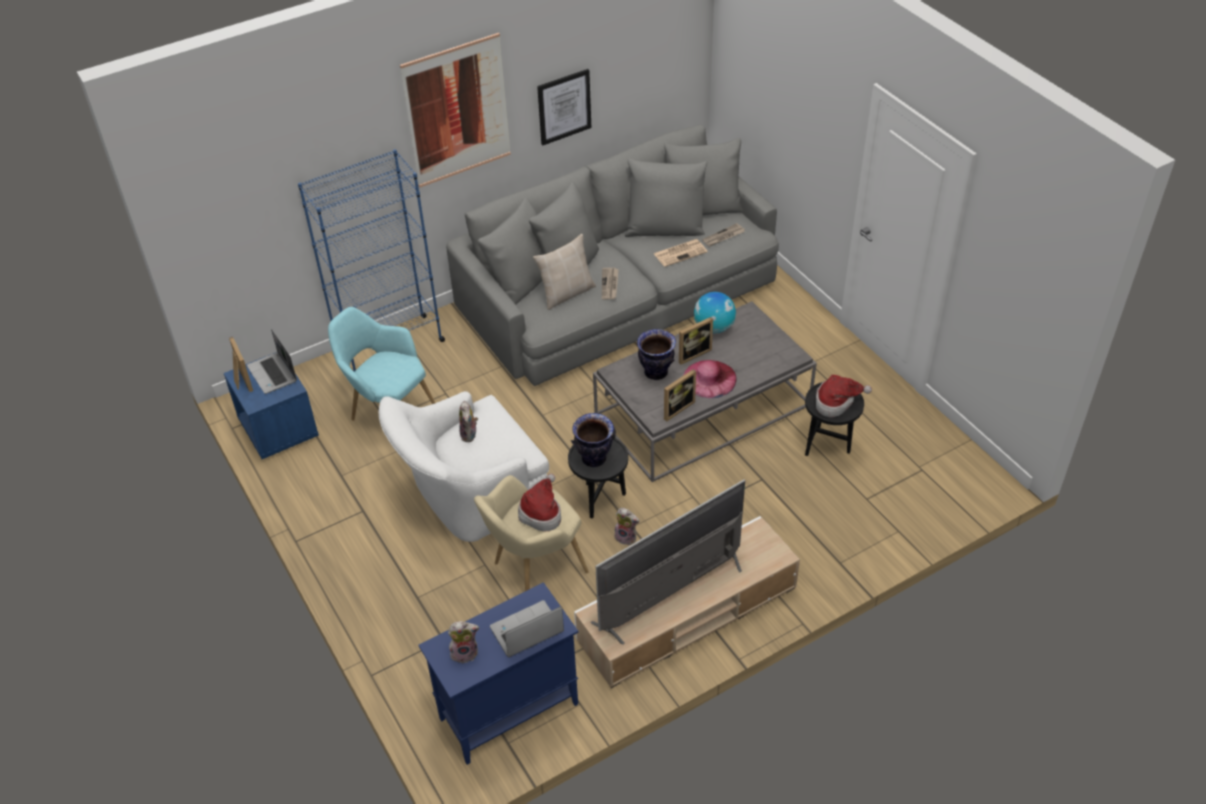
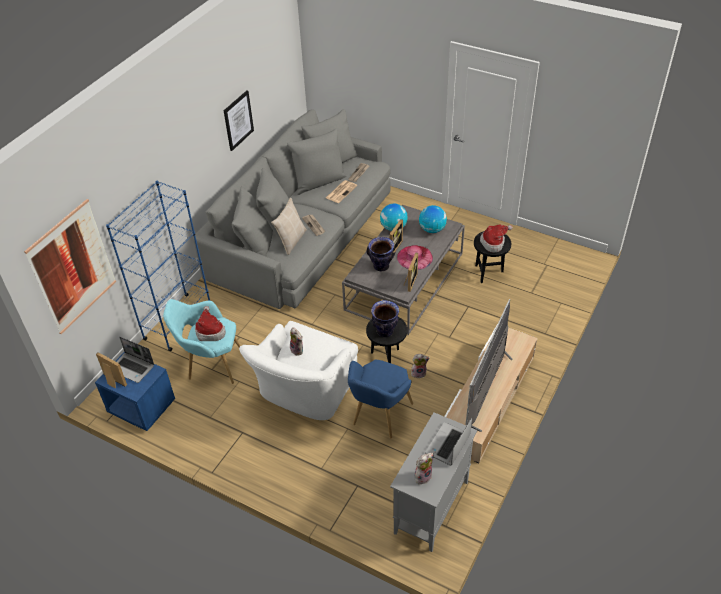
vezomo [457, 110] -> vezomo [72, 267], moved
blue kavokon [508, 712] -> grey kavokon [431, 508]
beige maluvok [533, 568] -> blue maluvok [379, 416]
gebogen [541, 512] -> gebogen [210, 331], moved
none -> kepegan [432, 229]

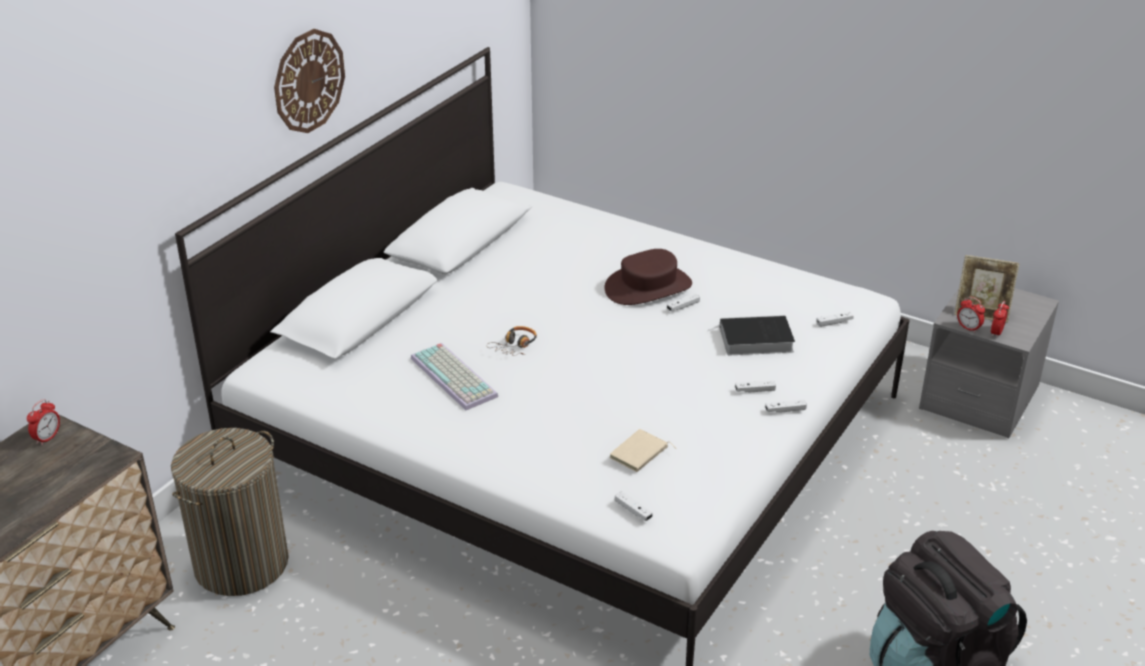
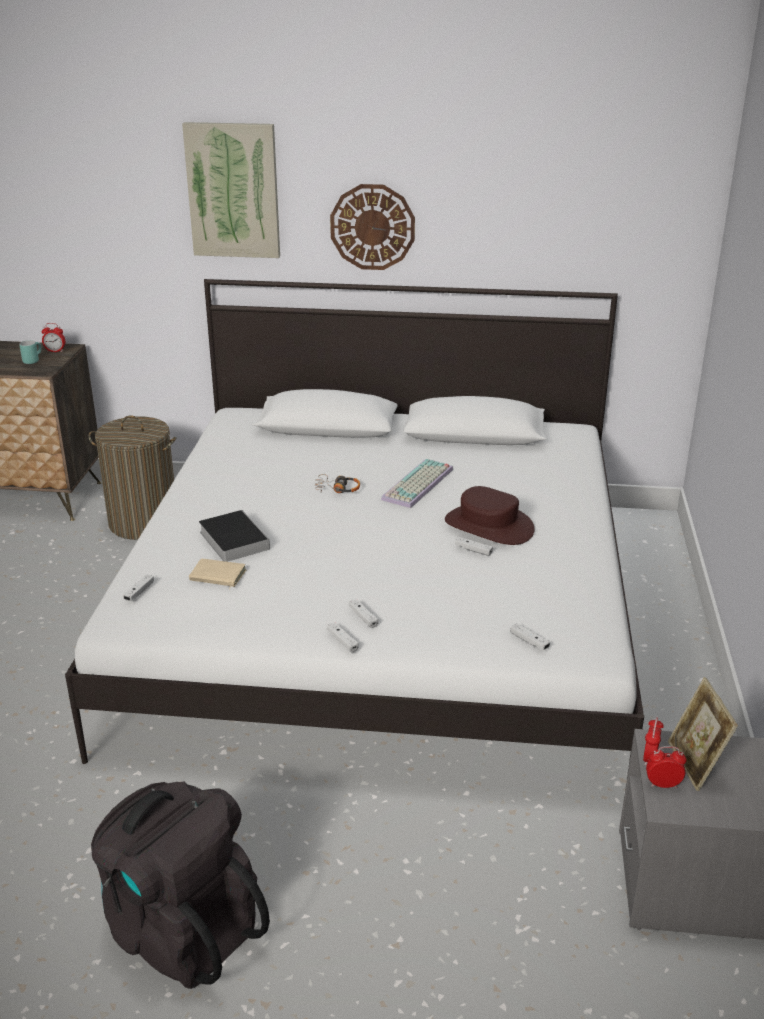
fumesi [456, 377] -> fumesi [419, 485], moved
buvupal [753, 340] -> buvupal [232, 539], moved
none -> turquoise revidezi [32, 360]
none -> vezomo [233, 190]

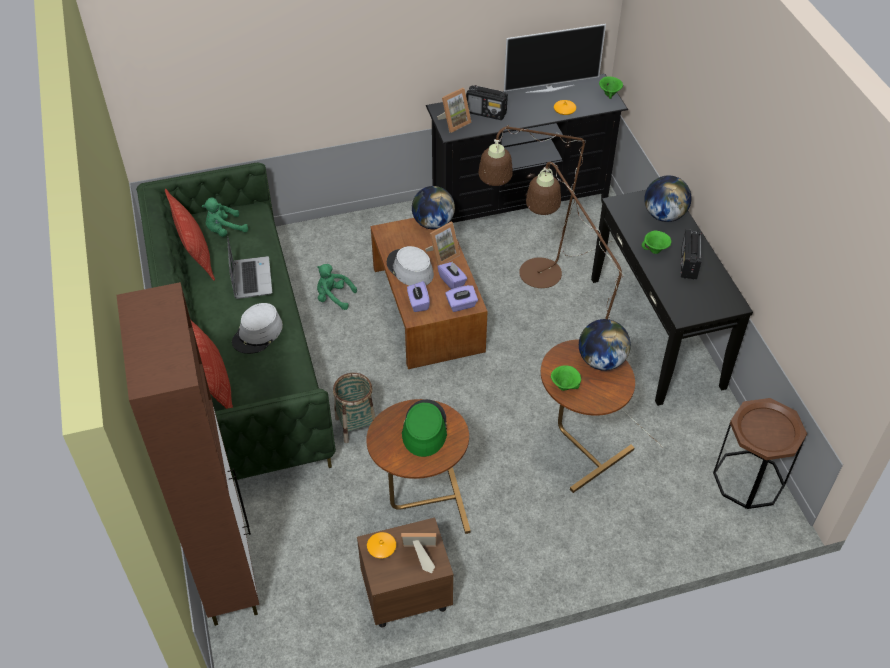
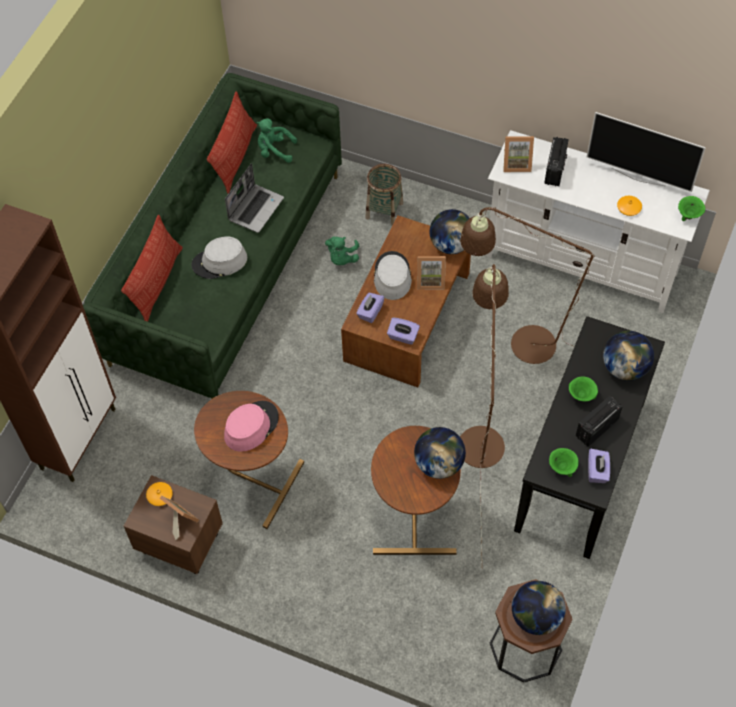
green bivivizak [333, 297] -> green bivivizak [342, 258], 135 degrees counterclockwise
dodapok [356, 425] -> dodapok [384, 210], moved
green gebogen [424, 429] -> pink gebogen [251, 426]
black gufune [520, 202] -> white gufune [582, 263]
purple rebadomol [452, 281] -> purple rebadomol [597, 471], moved
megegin [486, 113] -> megegin [555, 169], 135 degrees counterclockwise
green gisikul [563, 386] -> green gisikul [561, 467], moved
none -> kepegan [535, 617]

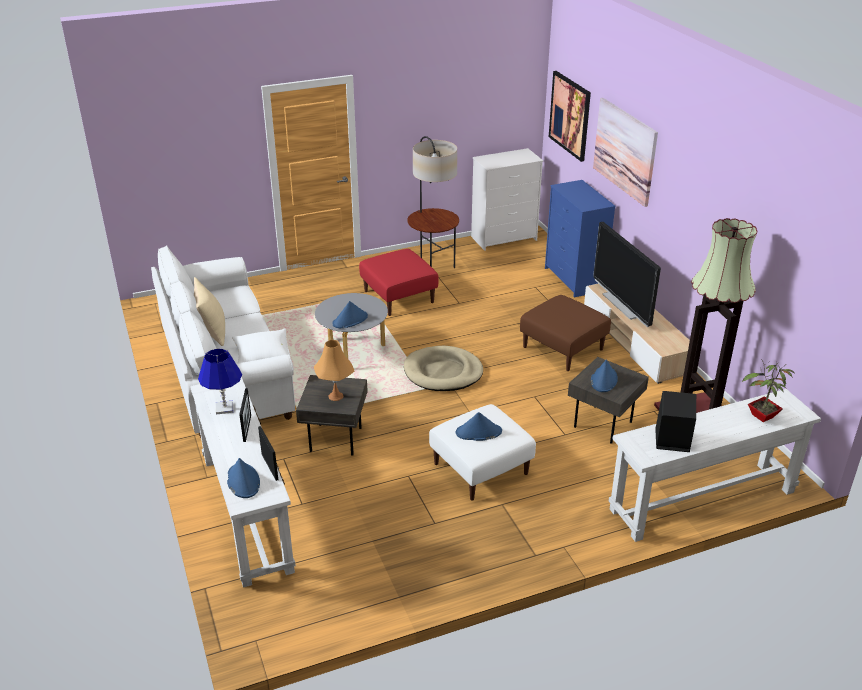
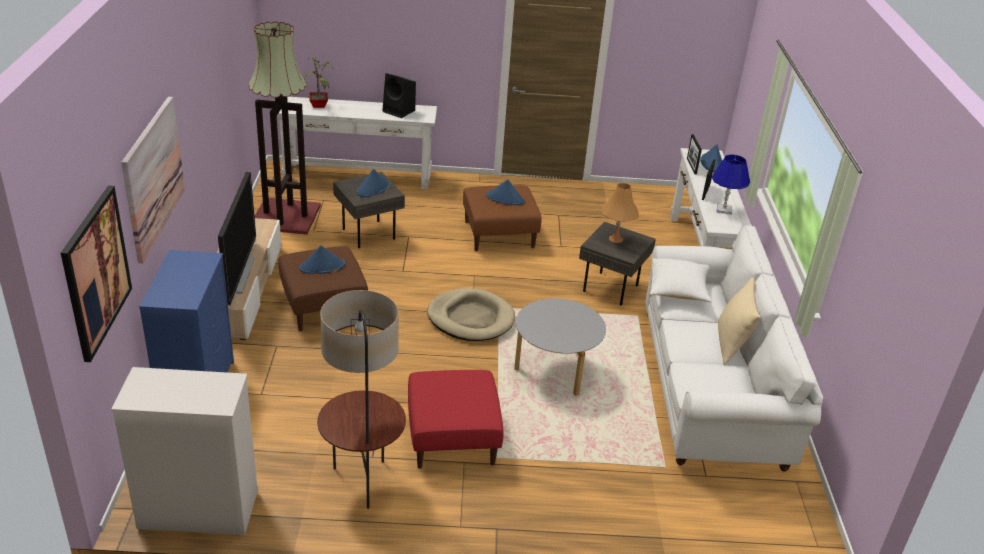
blue gebogen [350, 320] -> blue gebogen [322, 266], moved
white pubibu [481, 468] -> brown pubibu [498, 234]

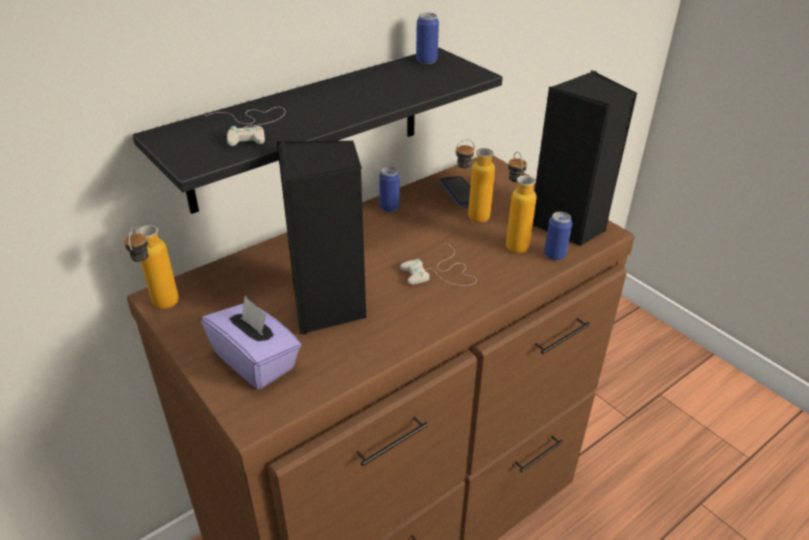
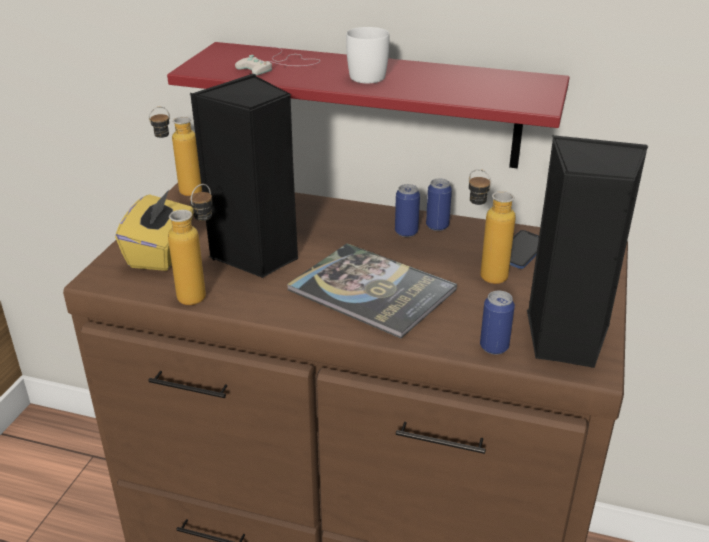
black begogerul [307, 129] -> red begogerul [381, 105]
purple rebadomol [256, 361] -> yellow rebadomol [161, 253]
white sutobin [441, 273] -> buvupal [371, 290]
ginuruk [426, 61] -> ginuruk [406, 232], moved
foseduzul [513, 241] -> foseduzul [200, 293], moved
none -> white revidezi [366, 74]

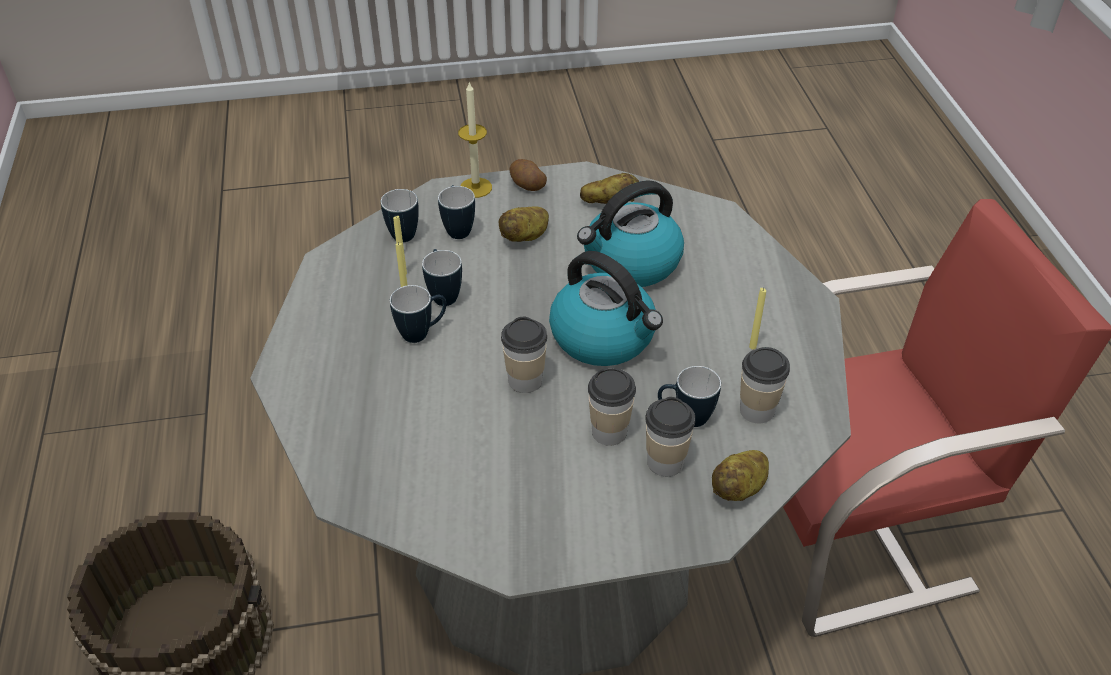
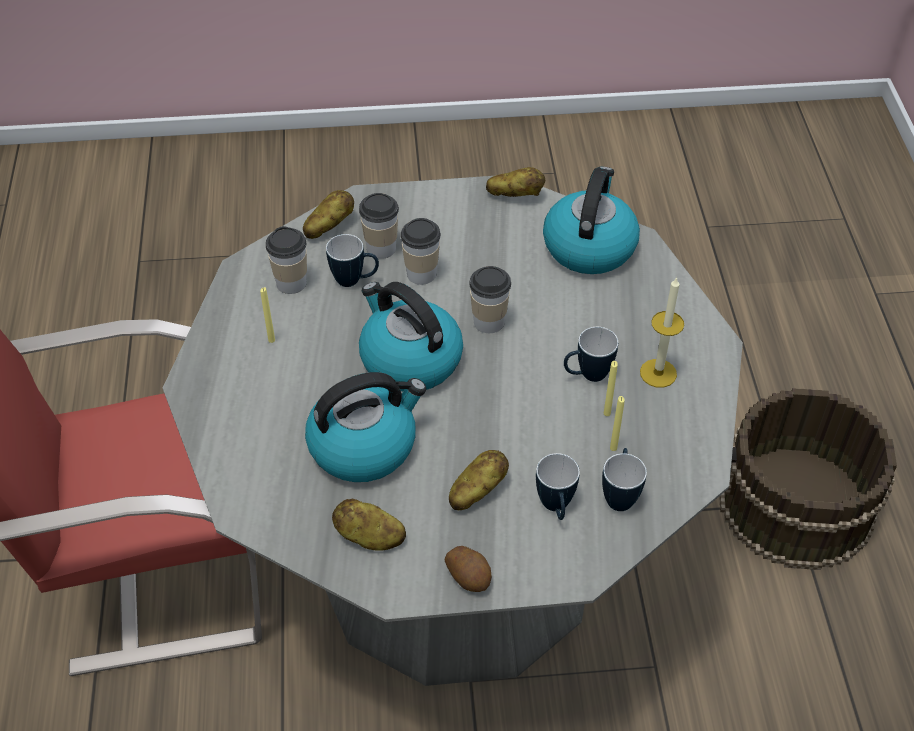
revidezi [443, 294] -> none
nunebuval [476, 187] -> nunebuval [658, 373], moved
none -> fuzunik [515, 195]
none -> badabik [589, 246]

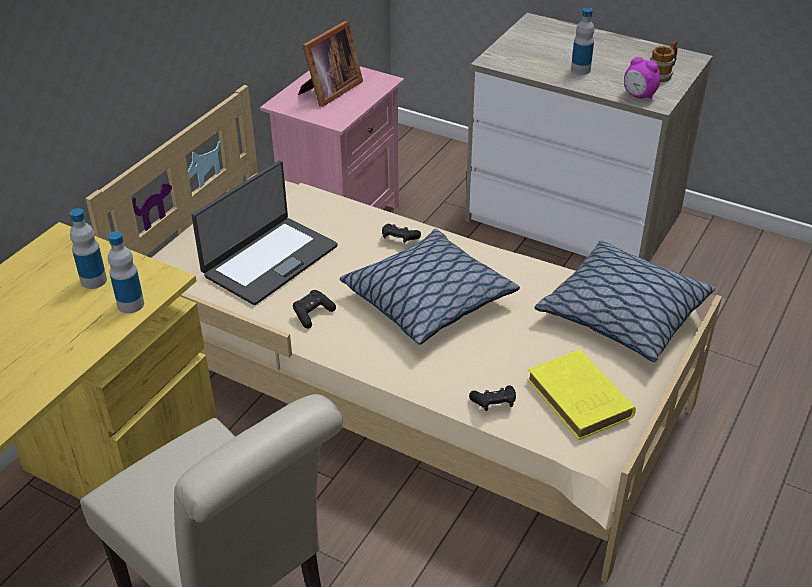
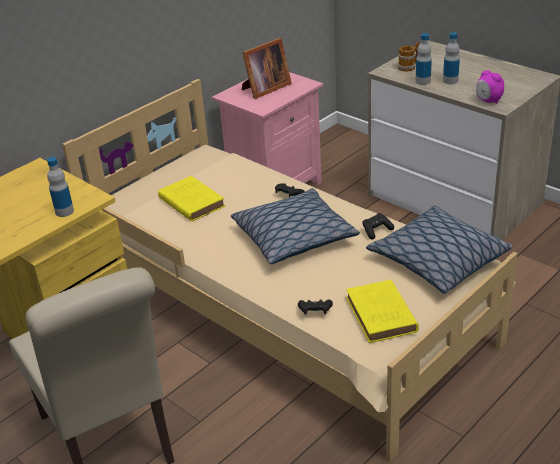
foseduzul [93, 280] -> foseduzul [423, 81], moved
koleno [269, 260] -> yellow buvupal [190, 201]
black sutobin [313, 314] -> black sutobin [376, 231], moved
revidezi [662, 74] -> revidezi [409, 67], moved

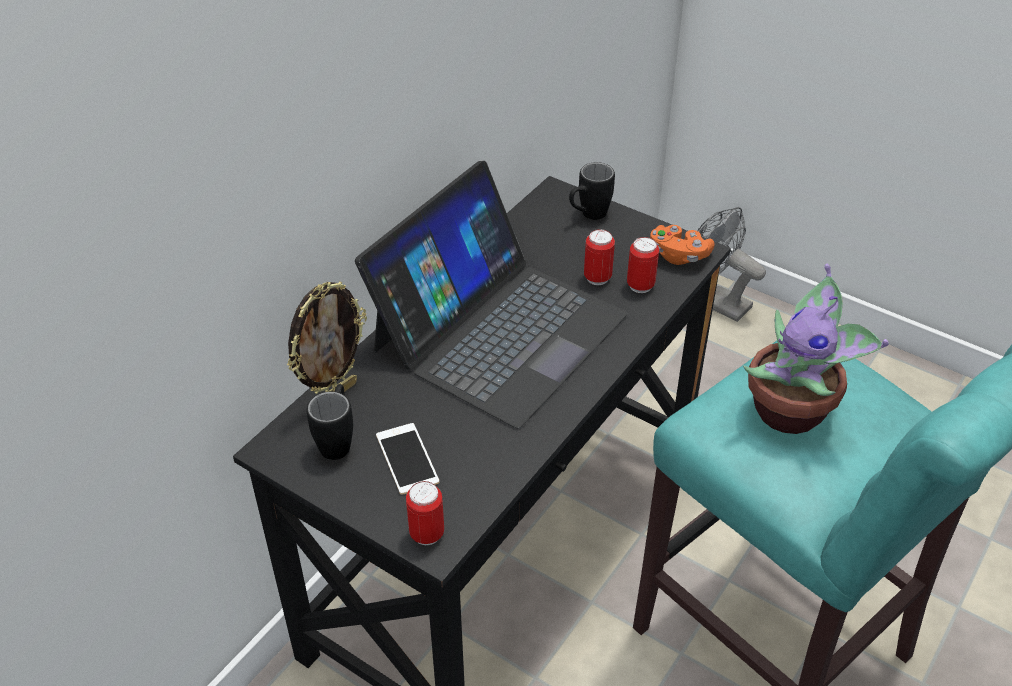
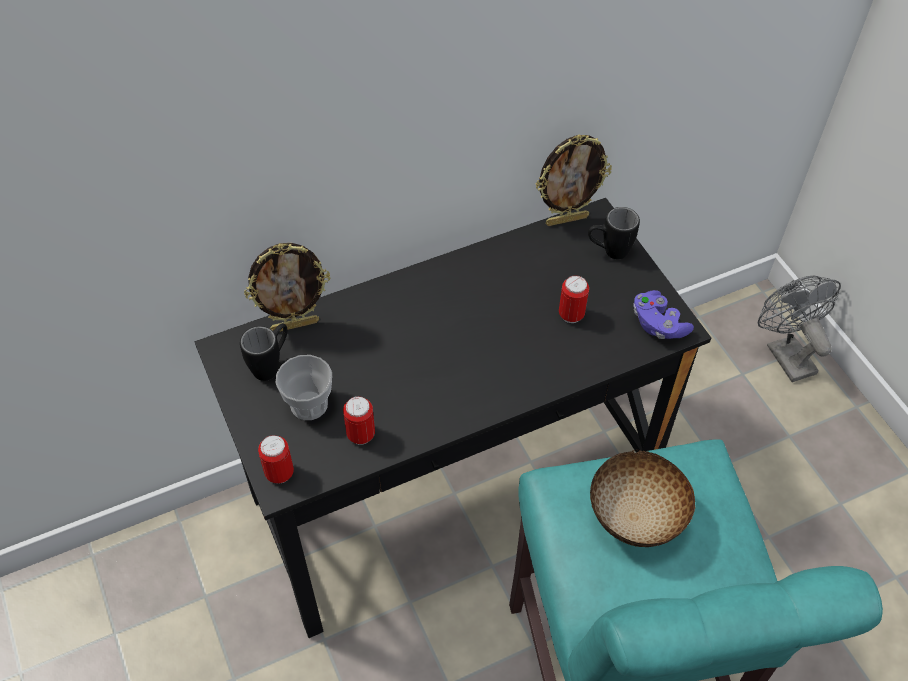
koleno [498, 330] -> none
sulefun [407, 458] -> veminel [309, 404]
ginuruk [640, 286] -> ginuruk [361, 435], moved
orange sutobin [678, 255] -> purple sutobin [658, 324]
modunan [793, 411] -> gisikul [637, 518]
none -> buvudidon [566, 219]

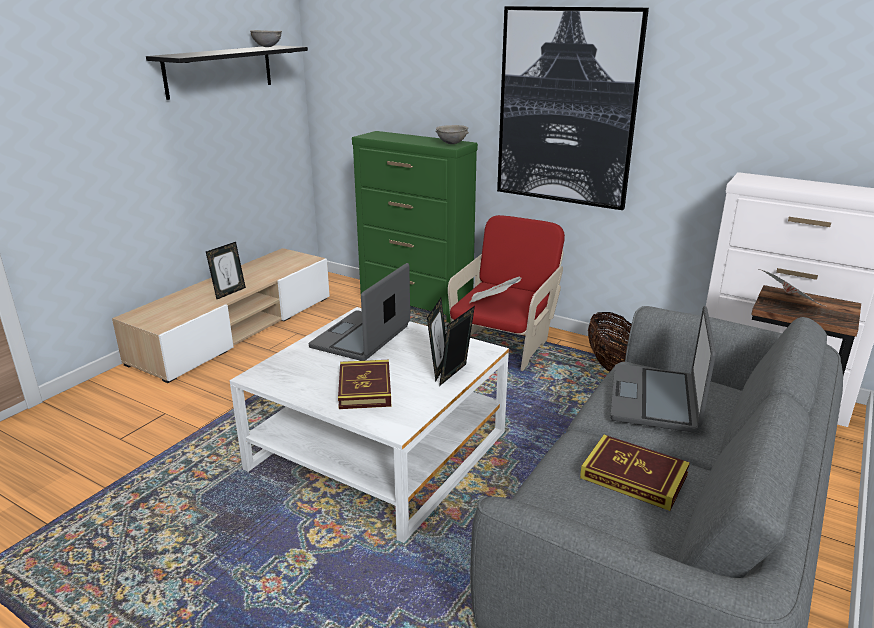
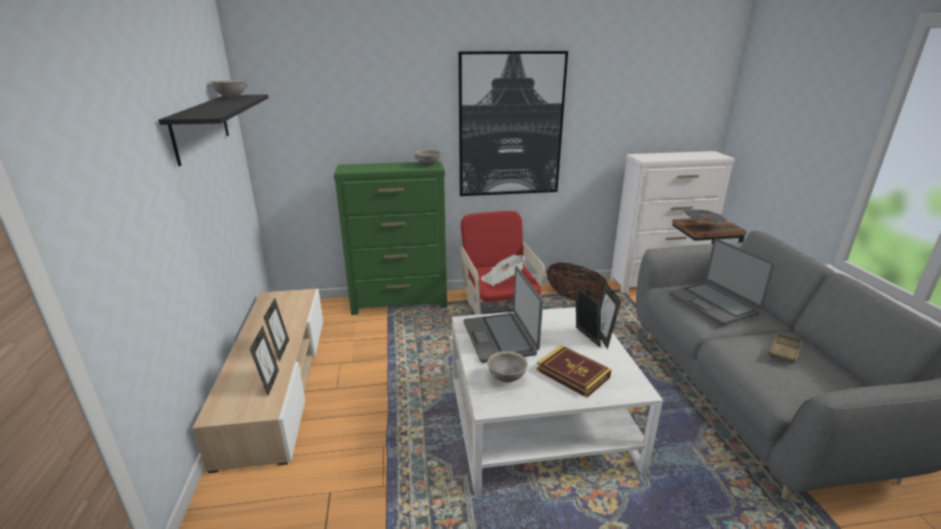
buvupal [633, 476] -> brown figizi [784, 351]
none -> buvudidon [270, 383]
none -> grey gisikul [506, 378]

